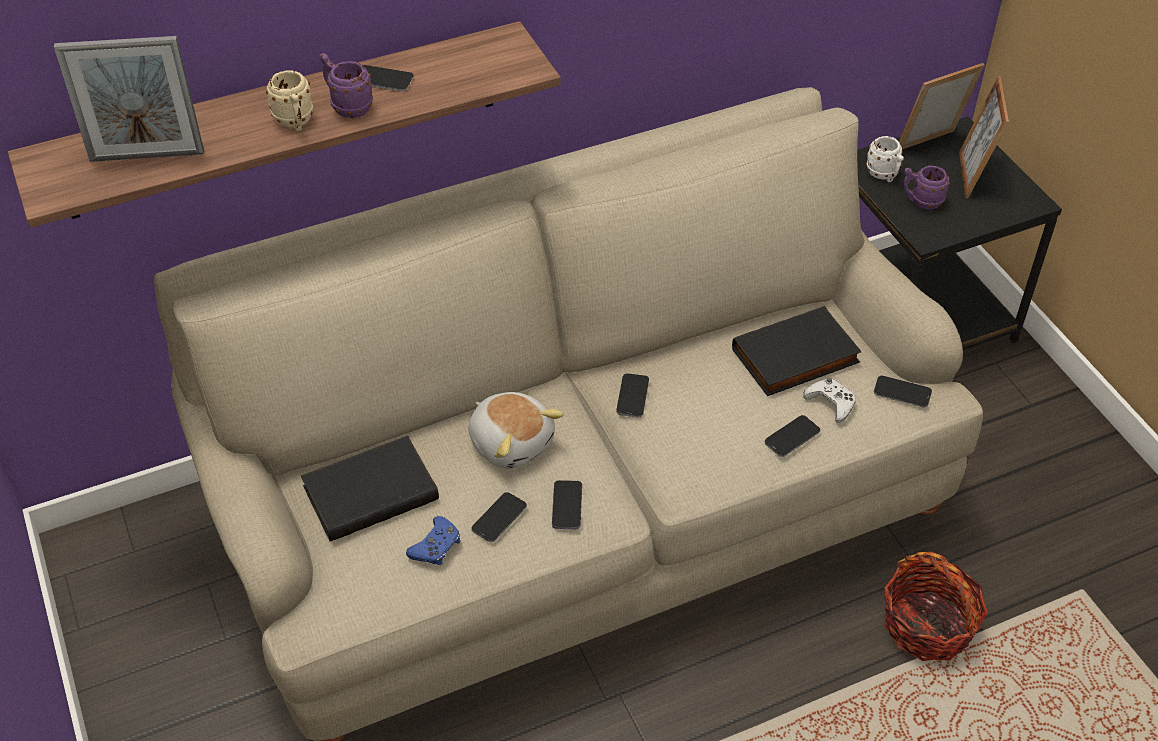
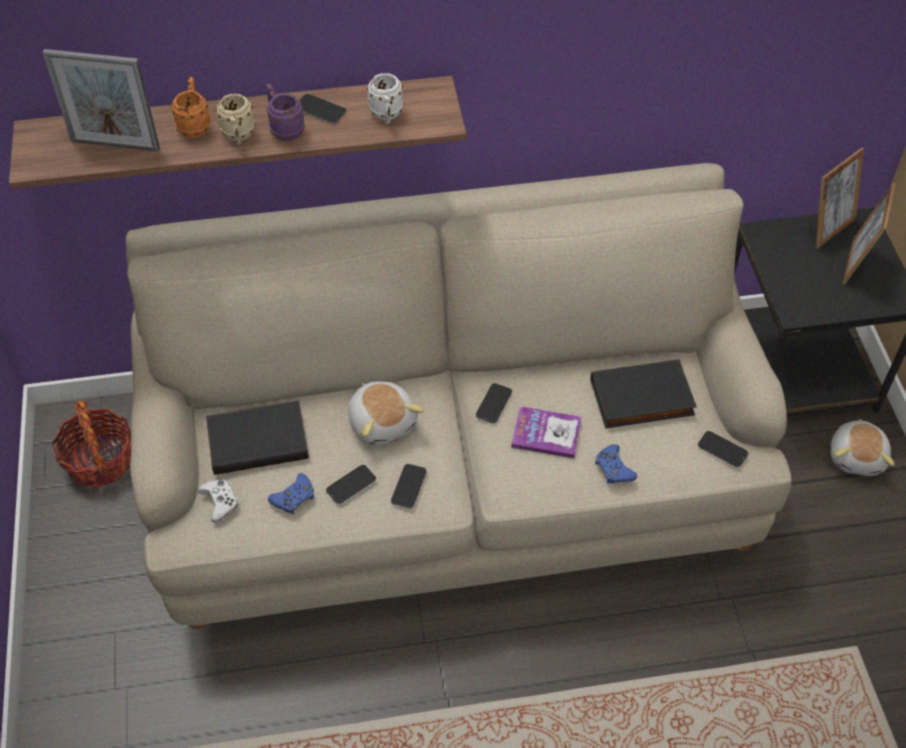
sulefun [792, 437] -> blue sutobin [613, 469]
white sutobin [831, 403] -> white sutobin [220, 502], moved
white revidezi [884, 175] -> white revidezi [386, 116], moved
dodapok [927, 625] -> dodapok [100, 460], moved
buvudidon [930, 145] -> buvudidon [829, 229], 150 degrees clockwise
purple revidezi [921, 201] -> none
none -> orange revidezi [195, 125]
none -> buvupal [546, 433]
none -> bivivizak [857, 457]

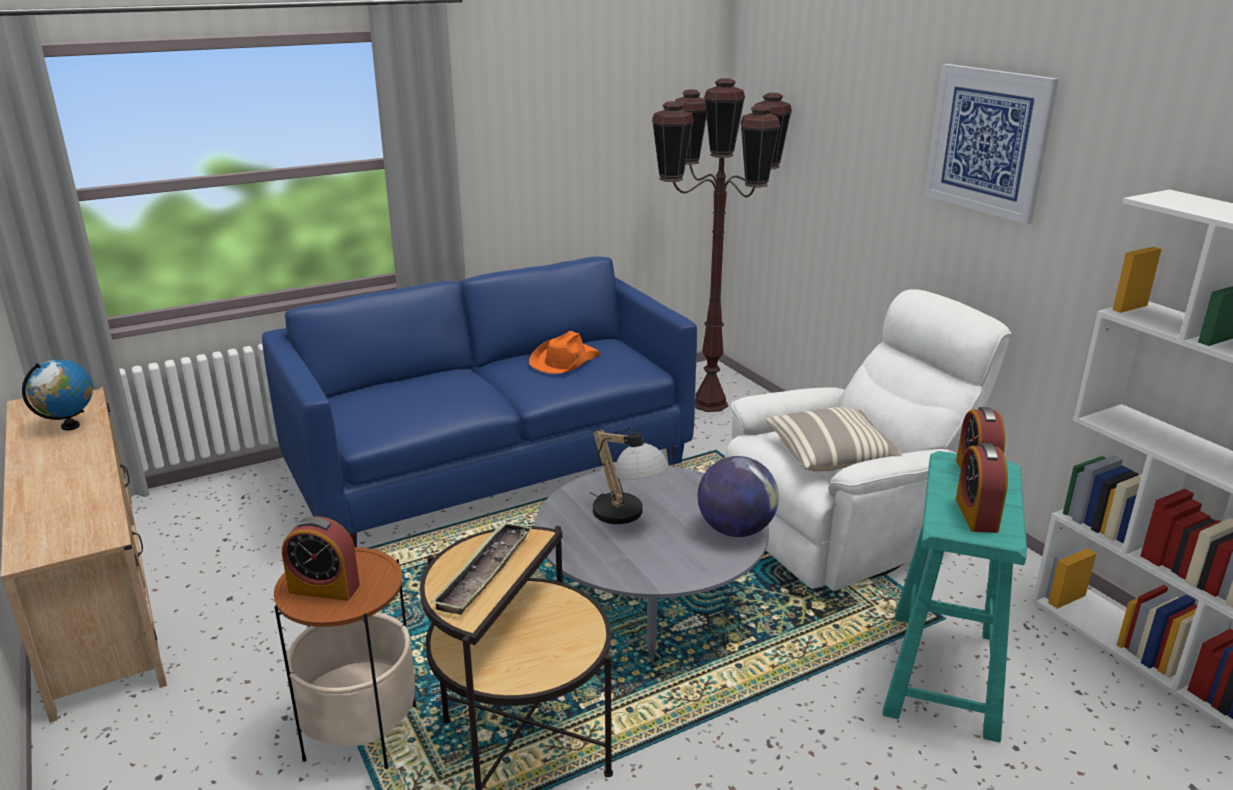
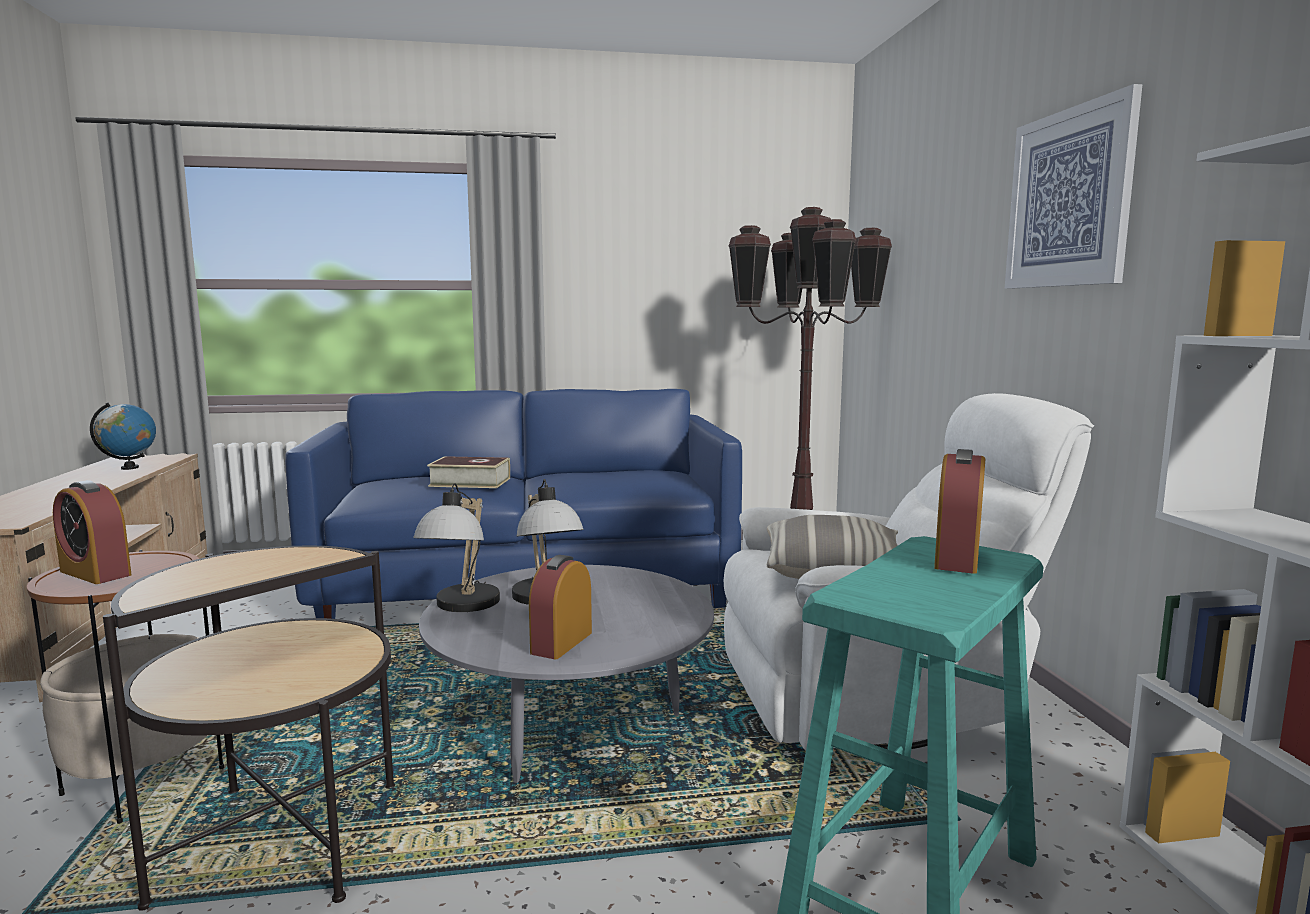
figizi [484, 573] -> none
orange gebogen [564, 361] -> none
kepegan [735, 530] -> none
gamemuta [976, 515] -> gamemuta [561, 643], moved
none -> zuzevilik [462, 607]
none -> buvupal [470, 482]

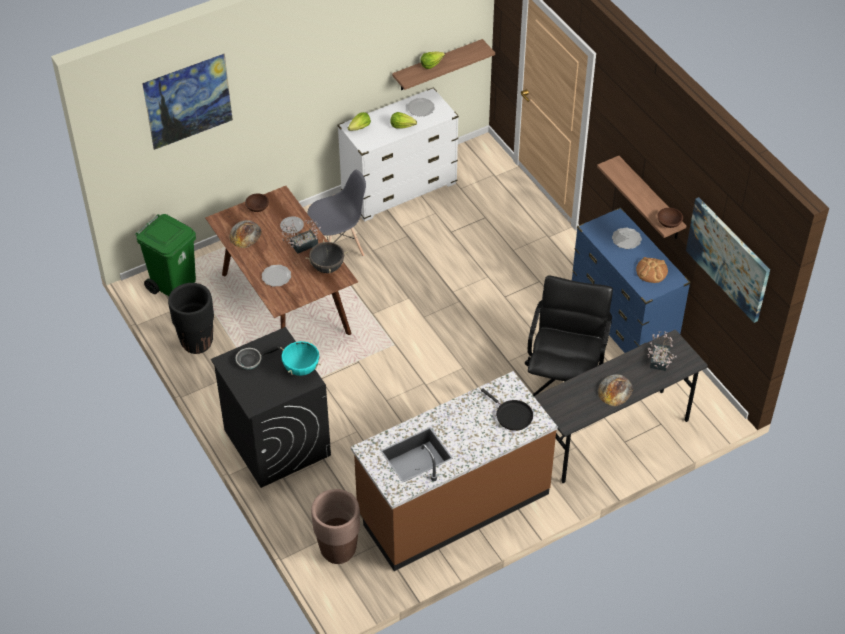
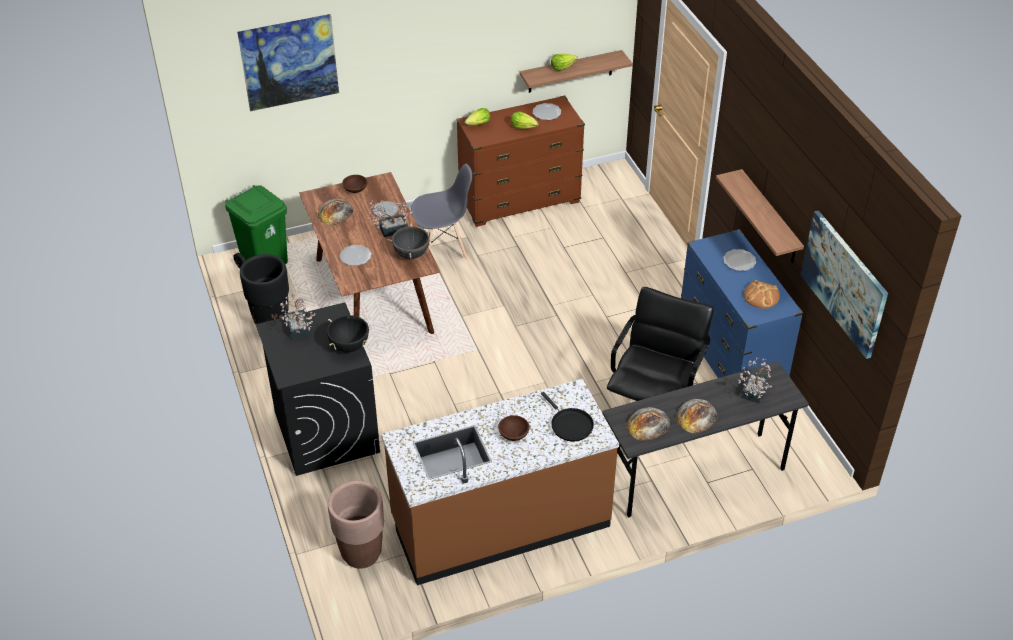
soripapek [251, 360] -> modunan [298, 330]
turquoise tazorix [301, 368] -> black tazorix [349, 346]
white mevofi [399, 189] -> brown mevofi [520, 201]
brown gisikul [669, 222] -> brown gisikul [513, 433], moved
none -> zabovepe [648, 424]

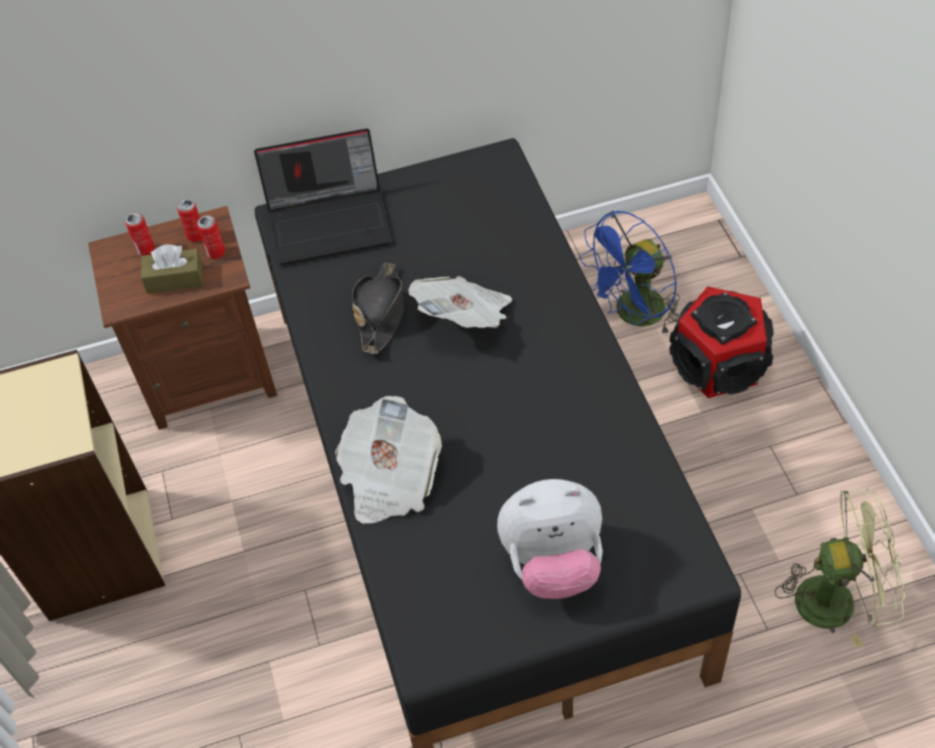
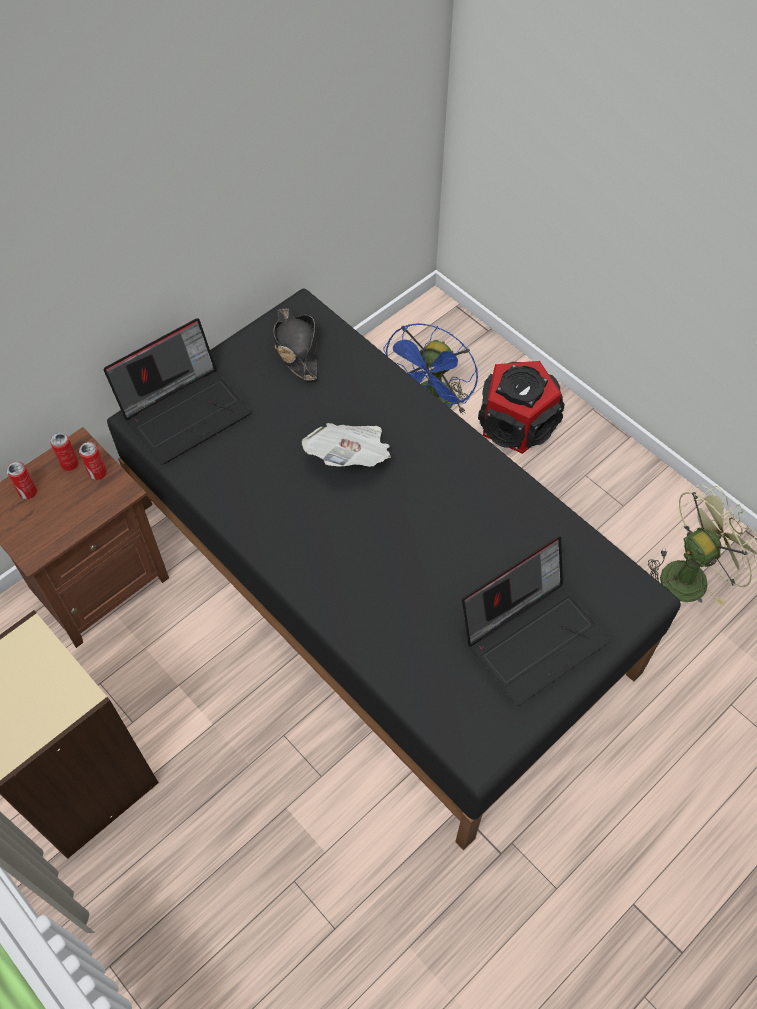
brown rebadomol [175, 279] -> none
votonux [389, 478] -> none
black gebogen [381, 312] -> black gebogen [296, 348], moved
bivivizak [553, 563] -> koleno [533, 635]

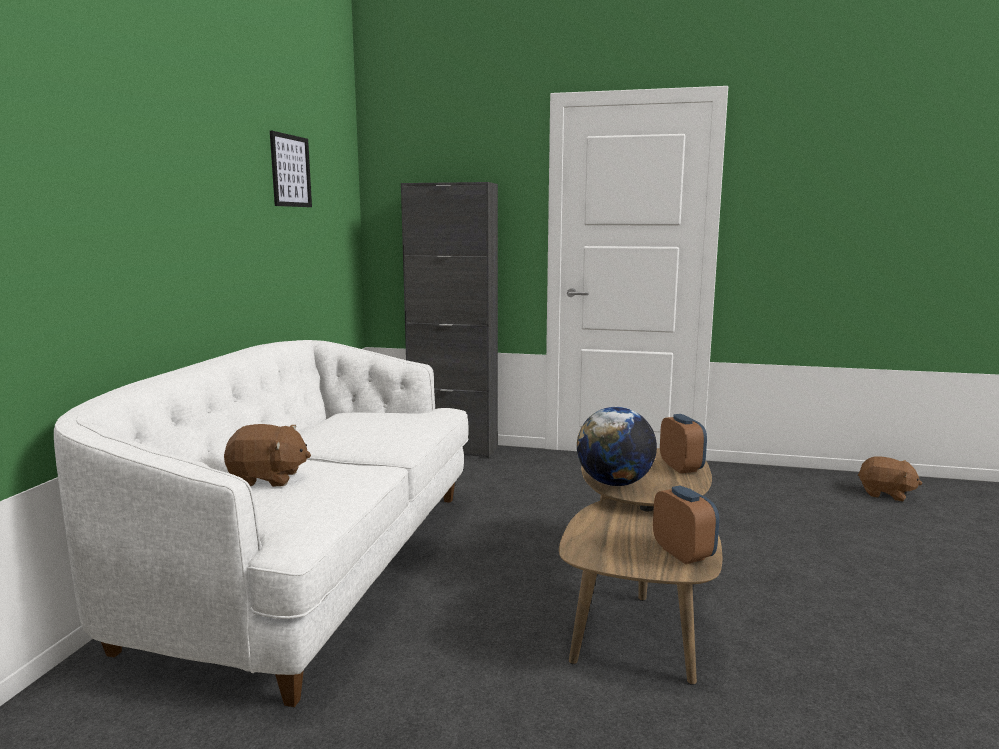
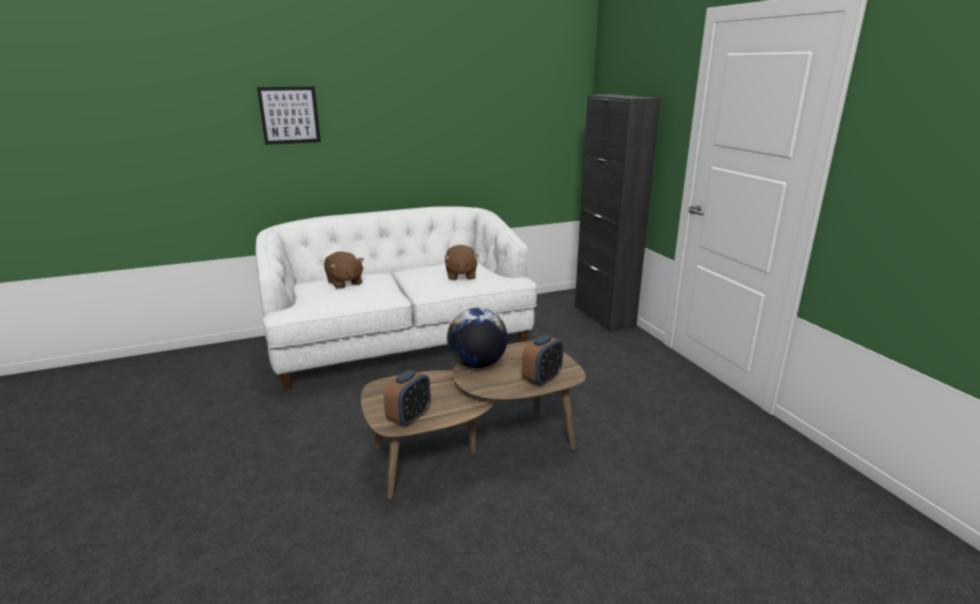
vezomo [290, 171] -> vezomo [289, 115], moved
brown bivivizak [885, 494] -> brown bivivizak [460, 275], moved

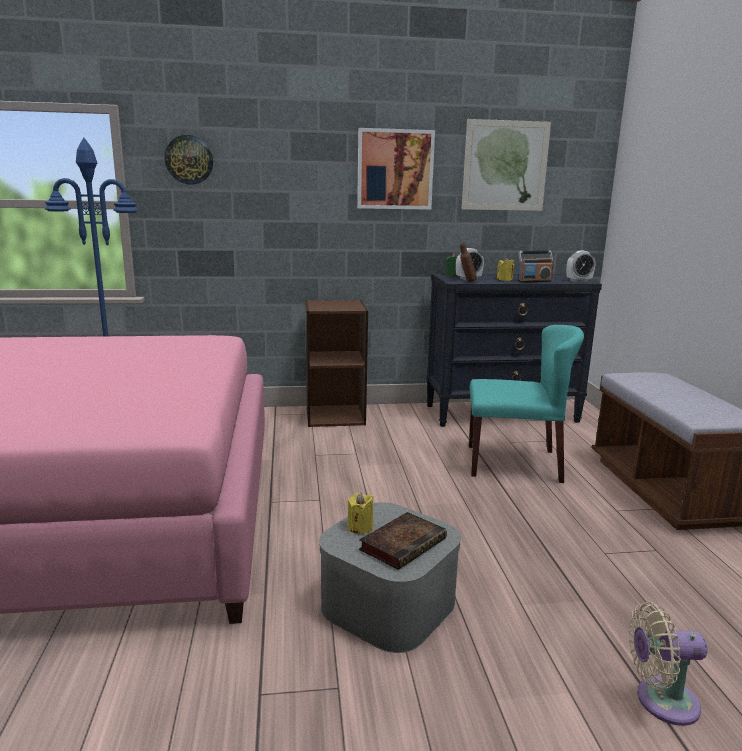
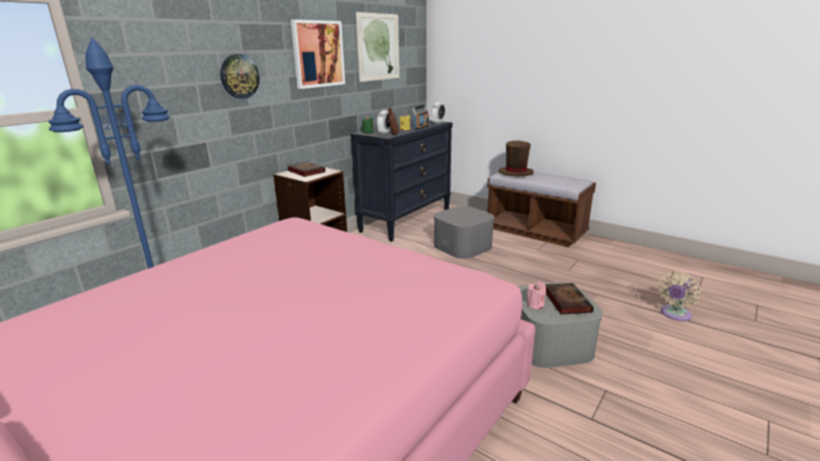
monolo [189, 160] -> monolo [239, 76], moved
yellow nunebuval [360, 527] -> pink nunebuval [535, 304]
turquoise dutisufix [514, 463] -> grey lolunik [463, 246]
none -> buvupal [305, 171]
none -> brown gebogen [515, 173]

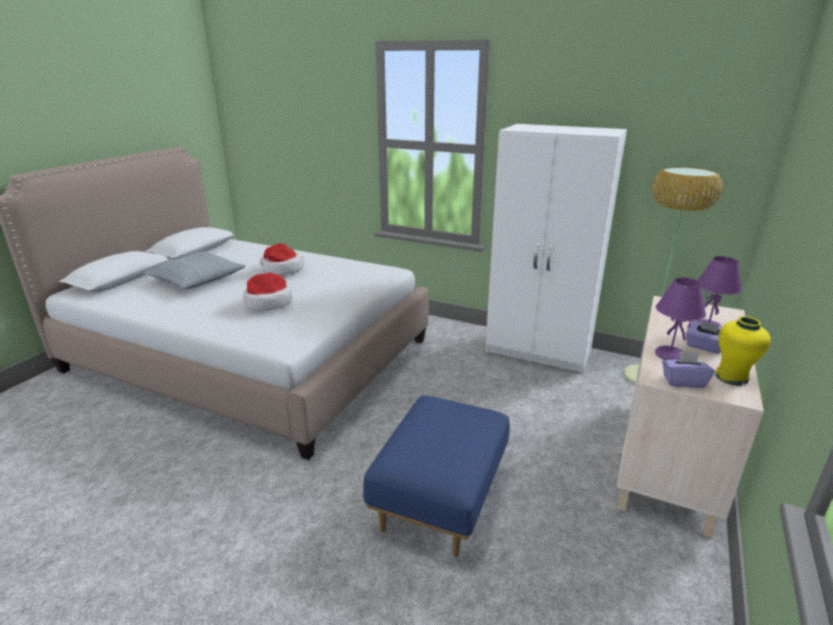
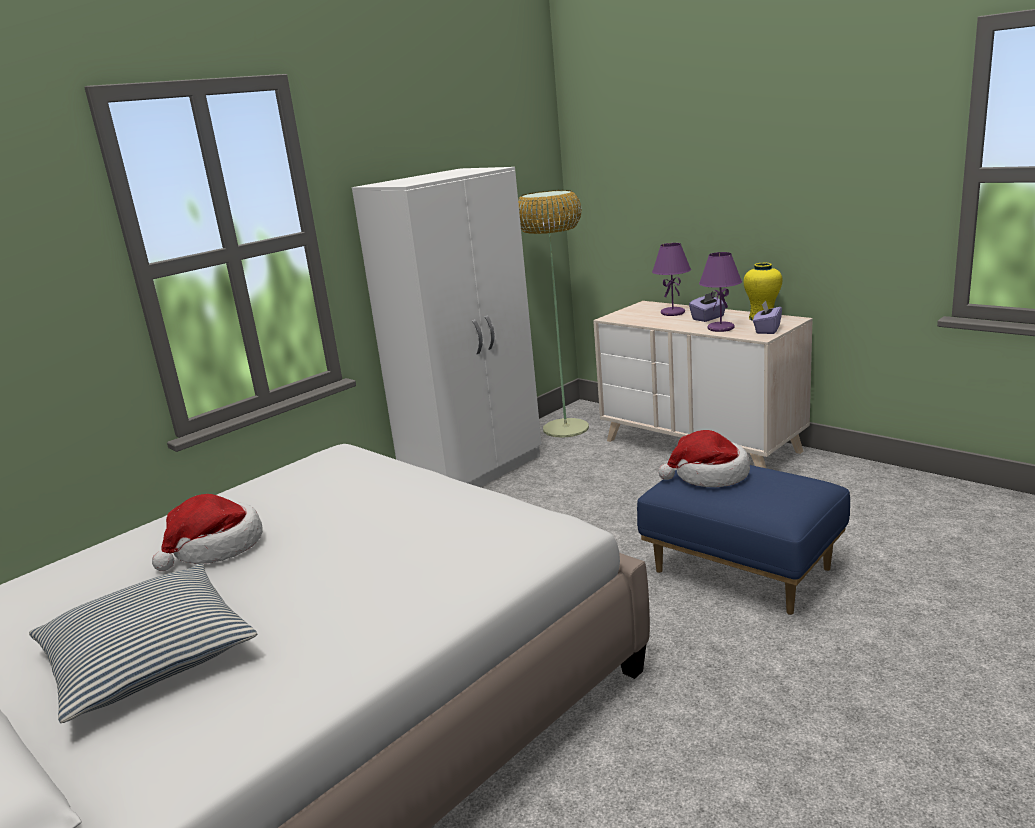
gebogen [268, 303] -> gebogen [709, 475], moved

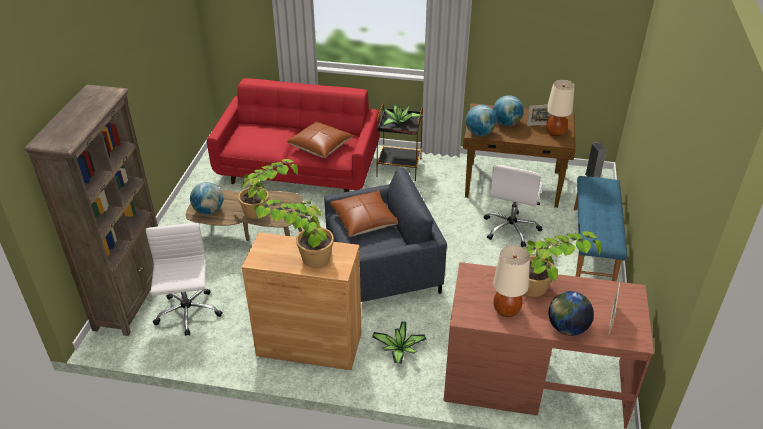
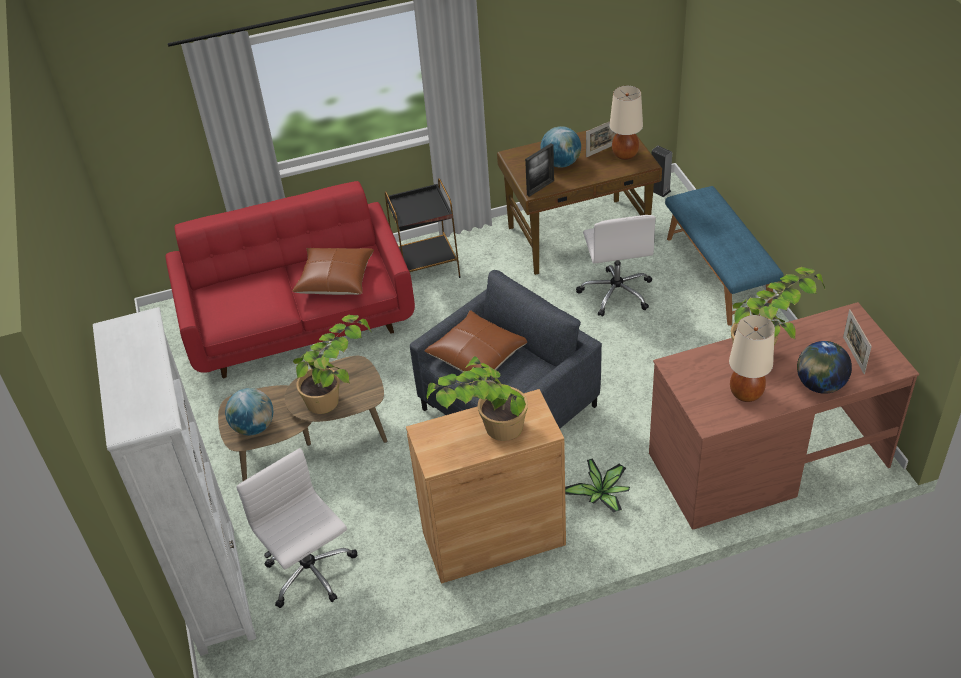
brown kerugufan [132, 297] -> white kerugufan [217, 587]
modunan [399, 122] -> none
kepegan [480, 133] -> buvudidon [540, 188]

